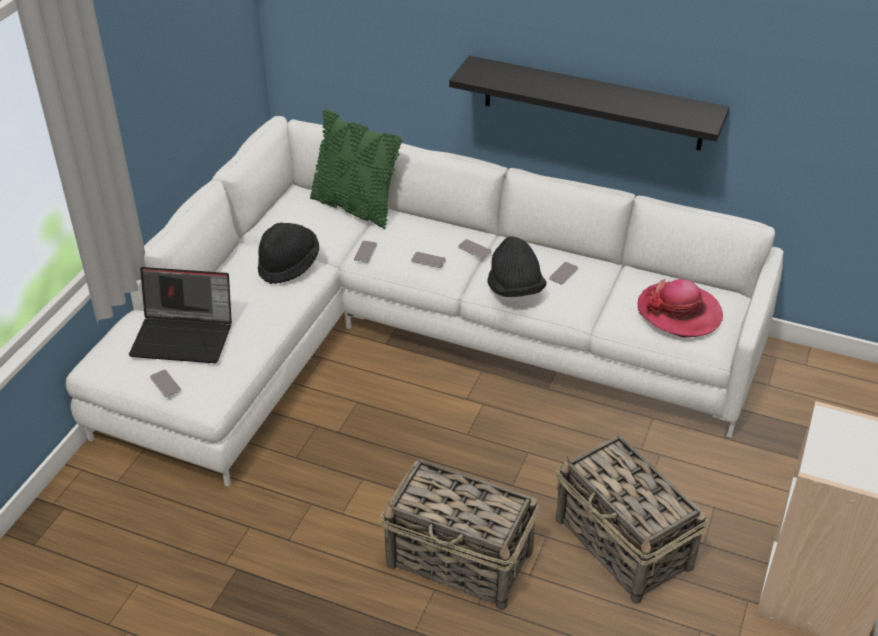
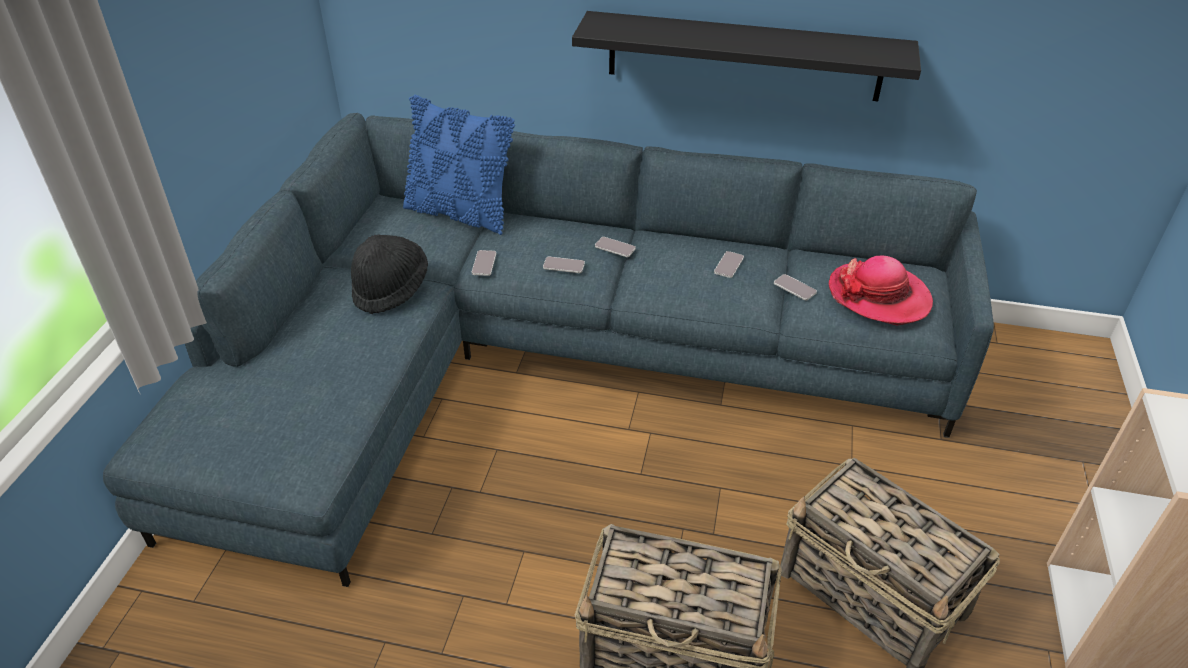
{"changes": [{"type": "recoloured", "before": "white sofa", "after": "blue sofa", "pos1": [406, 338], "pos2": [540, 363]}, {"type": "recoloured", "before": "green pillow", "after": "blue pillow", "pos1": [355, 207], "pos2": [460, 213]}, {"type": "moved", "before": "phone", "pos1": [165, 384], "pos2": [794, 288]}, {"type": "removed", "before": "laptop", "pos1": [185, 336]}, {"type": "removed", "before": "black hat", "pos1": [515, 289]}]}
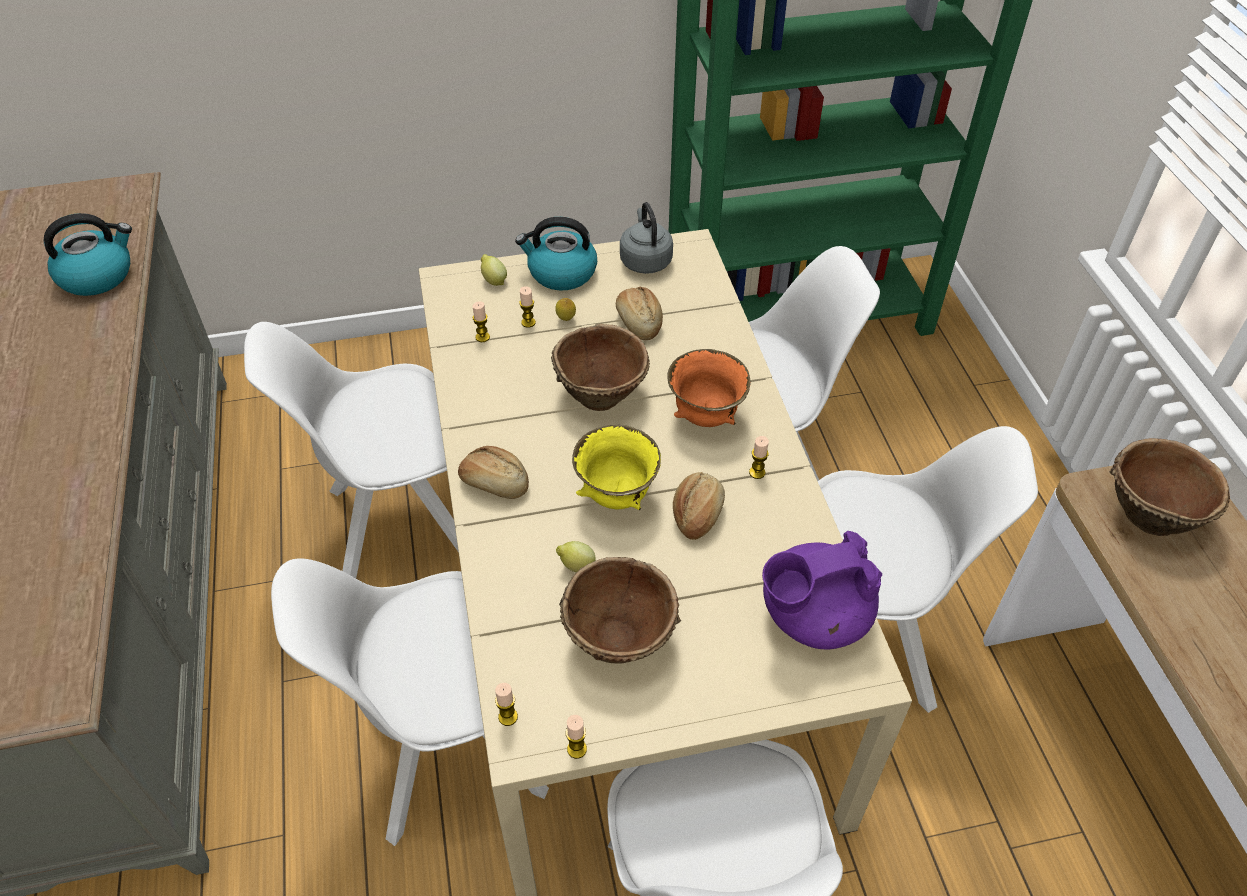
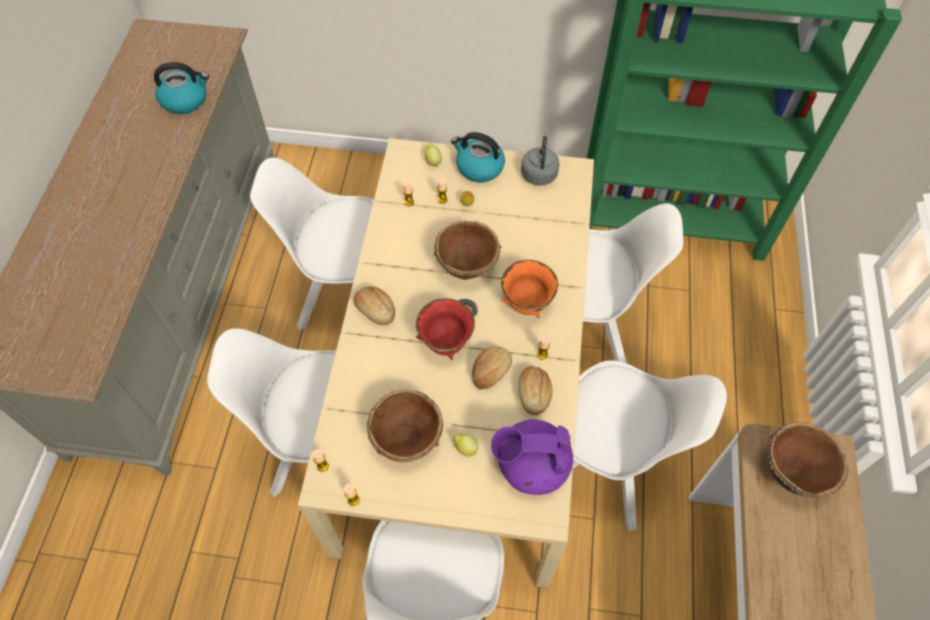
{"changes": [{"type": "recoloured", "before": "yellow bowl", "after": "red bowl", "pos1": [616, 496], "pos2": [445, 343]}, {"type": "moved", "before": "lemon", "pos1": [576, 566], "pos2": [465, 448]}, {"type": "moved", "before": "bread", "pos1": [639, 322], "pos2": [534, 393]}]}
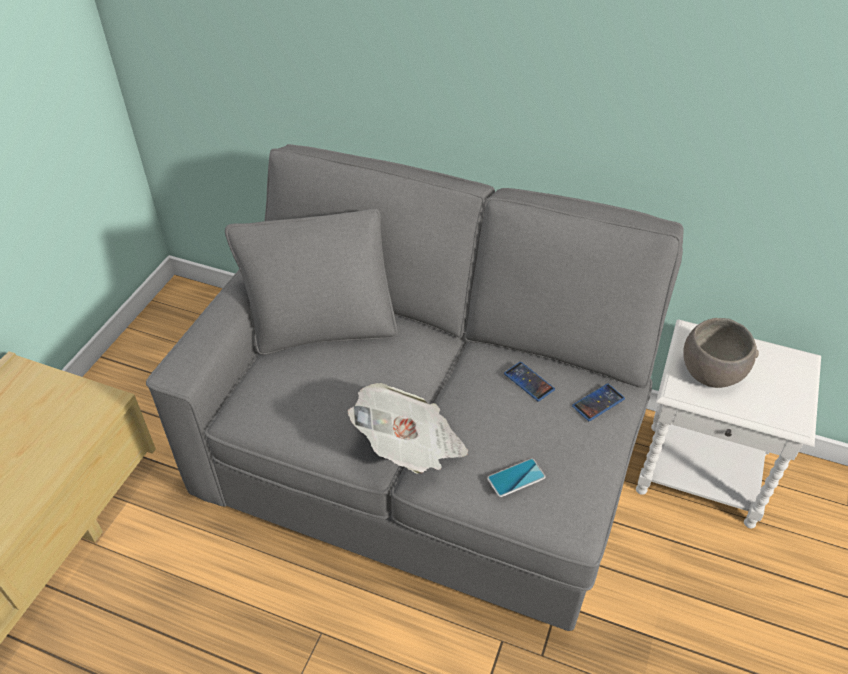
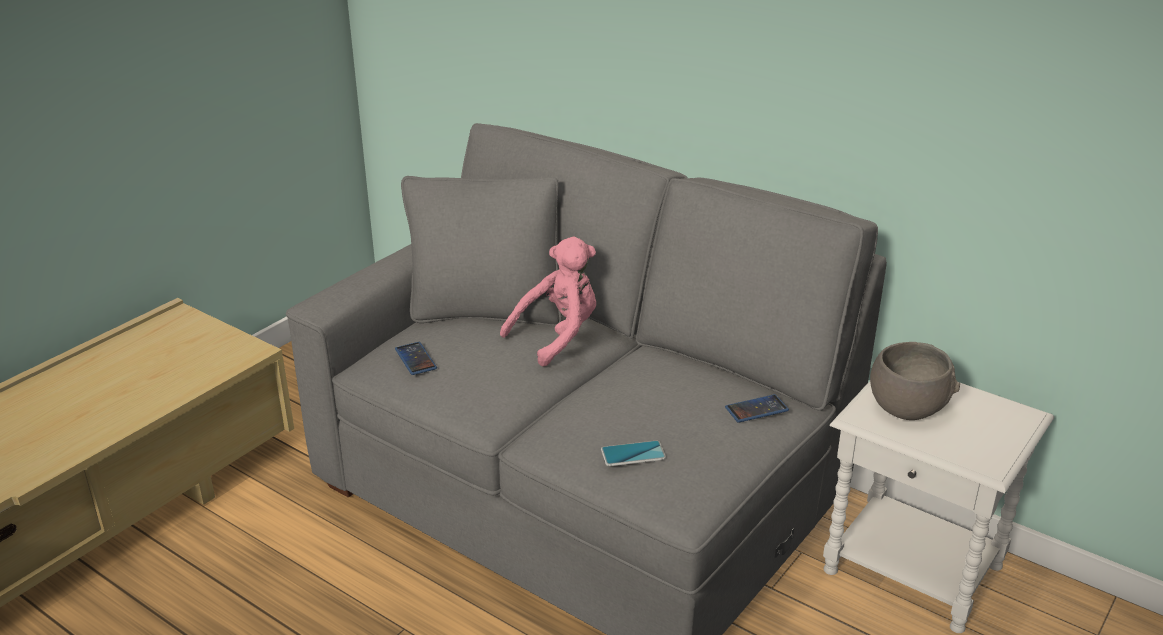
{"changes": [{"type": "moved", "before": "phone", "pos1": [529, 382], "pos2": [415, 359]}, {"type": "added", "after": "pink plush toy", "pos2": [558, 336]}, {"type": "removed", "before": "newspaper", "pos1": [410, 447]}]}
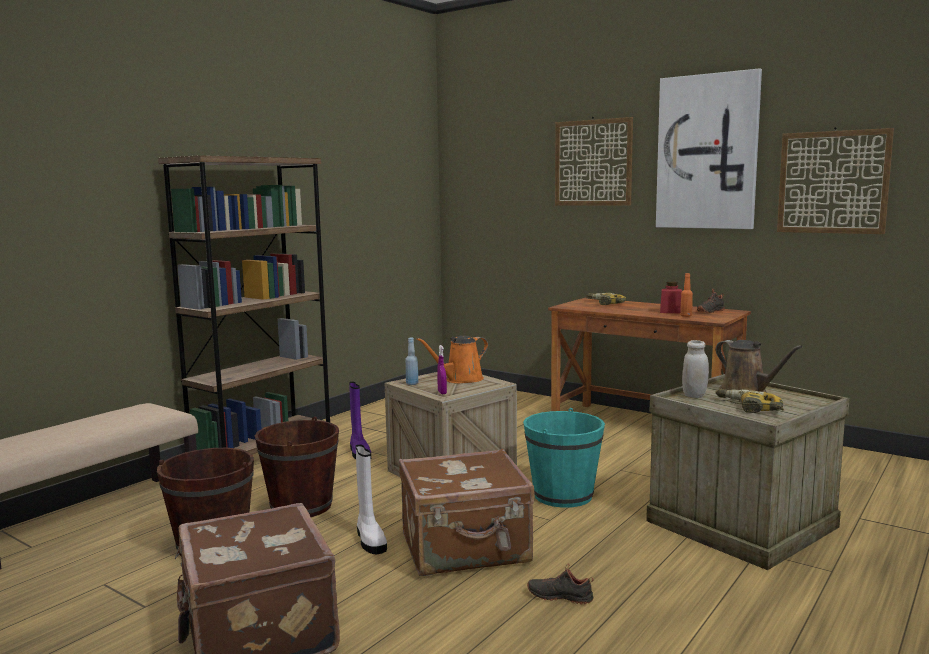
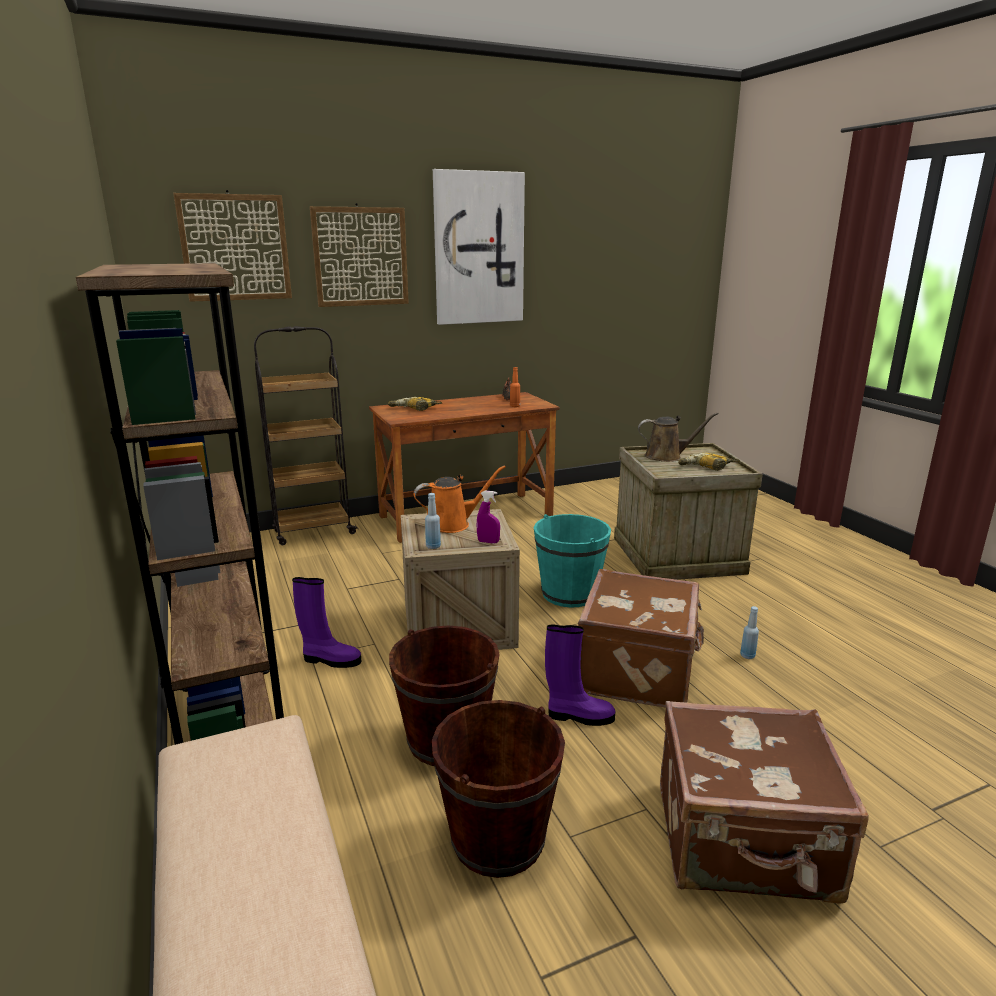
{"changes": [{"type": "moved", "before": "picture", "pos1": [833, 180], "pos2": [235, 246]}, {"type": "added", "after": "brown cart", "pos2": [313, 533]}, {"type": "turned", "before": "orange watering can", "pos1": [460, 379], "pos2": [452, 524], "turn": -105}, {"type": "recoloured", "before": "white boot", "after": "purple boot", "pos1": [370, 540], "pos2": [578, 716]}, {"type": "replaced", "before": "black shoe", "after": "blue bottle", "pos1": [560, 596], "pos2": [747, 656]}, {"type": "removed", "before": "red jar", "pos1": [671, 311]}, {"type": "removed", "before": "white jar", "pos1": [694, 395]}]}
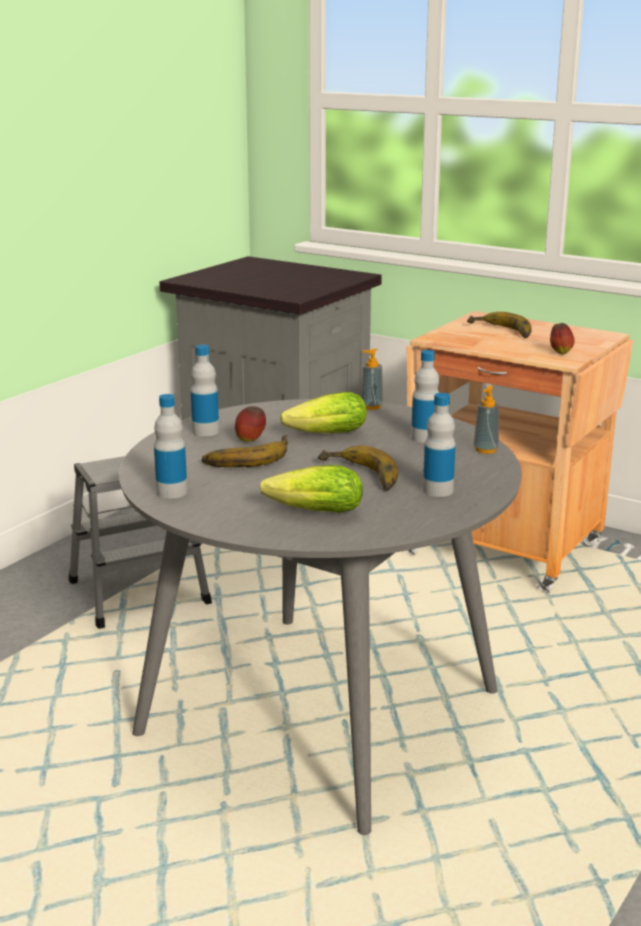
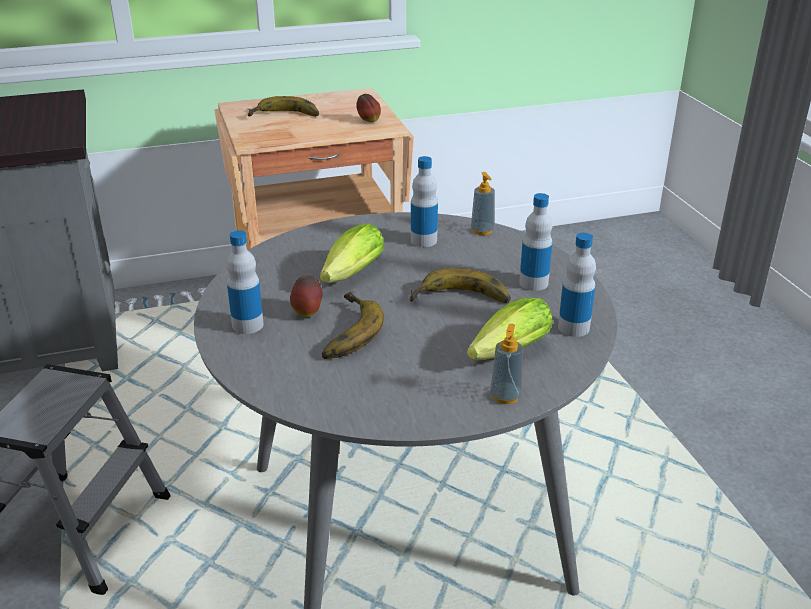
{"changes": [{"type": "moved", "before": "soap dispenser", "pos1": [371, 406], "pos2": [505, 396]}, {"type": "moved", "before": "bottle", "pos1": [172, 492], "pos2": [573, 328]}]}
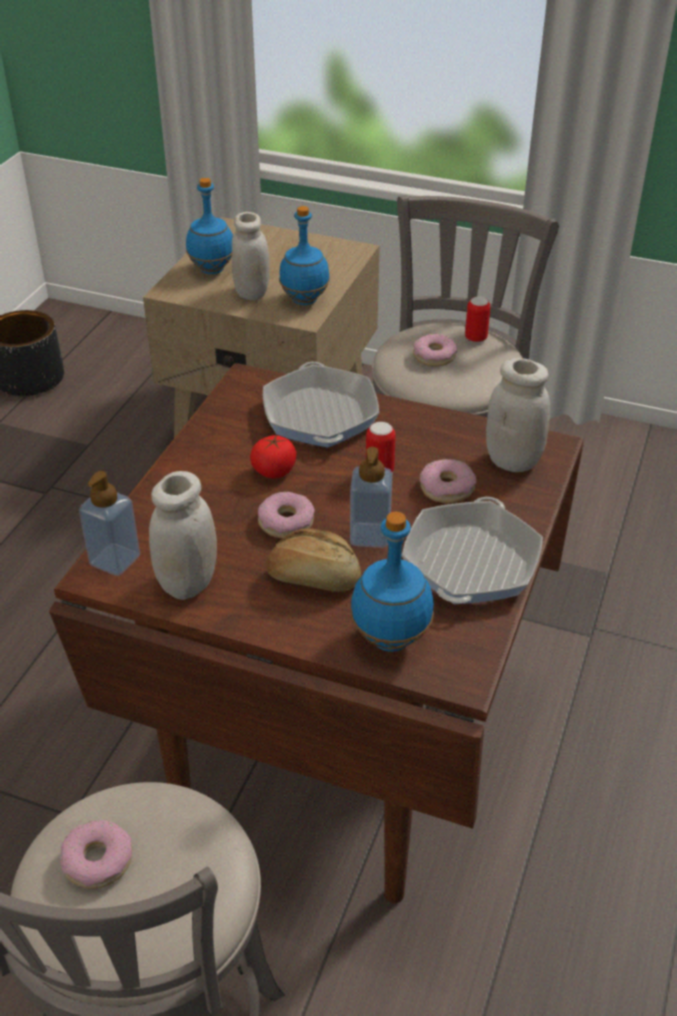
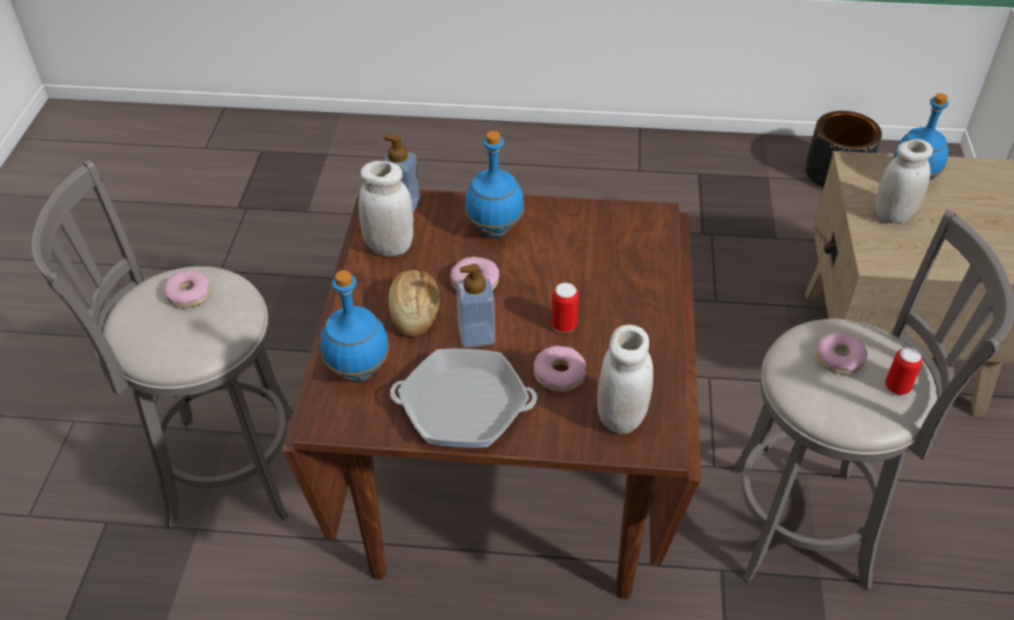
{"changes": [{"type": "moved", "before": "blue bottle", "pos1": [304, 300], "pos2": [494, 229]}, {"type": "removed", "before": "tomato", "pos1": [274, 471]}, {"type": "removed", "before": "frying pan", "pos1": [320, 415]}]}
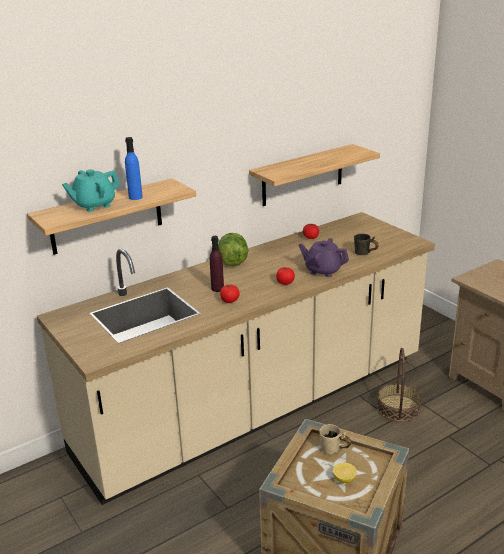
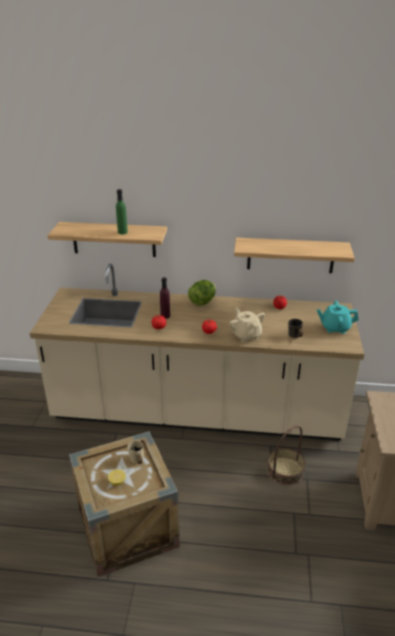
{"changes": [{"type": "recoloured", "before": "blue bottle", "after": "green bottle", "pos1": [135, 197], "pos2": [122, 232]}, {"type": "recoloured", "before": "purple teapot", "after": "beige teapot", "pos1": [323, 270], "pos2": [246, 335]}, {"type": "moved", "before": "turquoise teapot", "pos1": [94, 205], "pos2": [335, 328]}]}
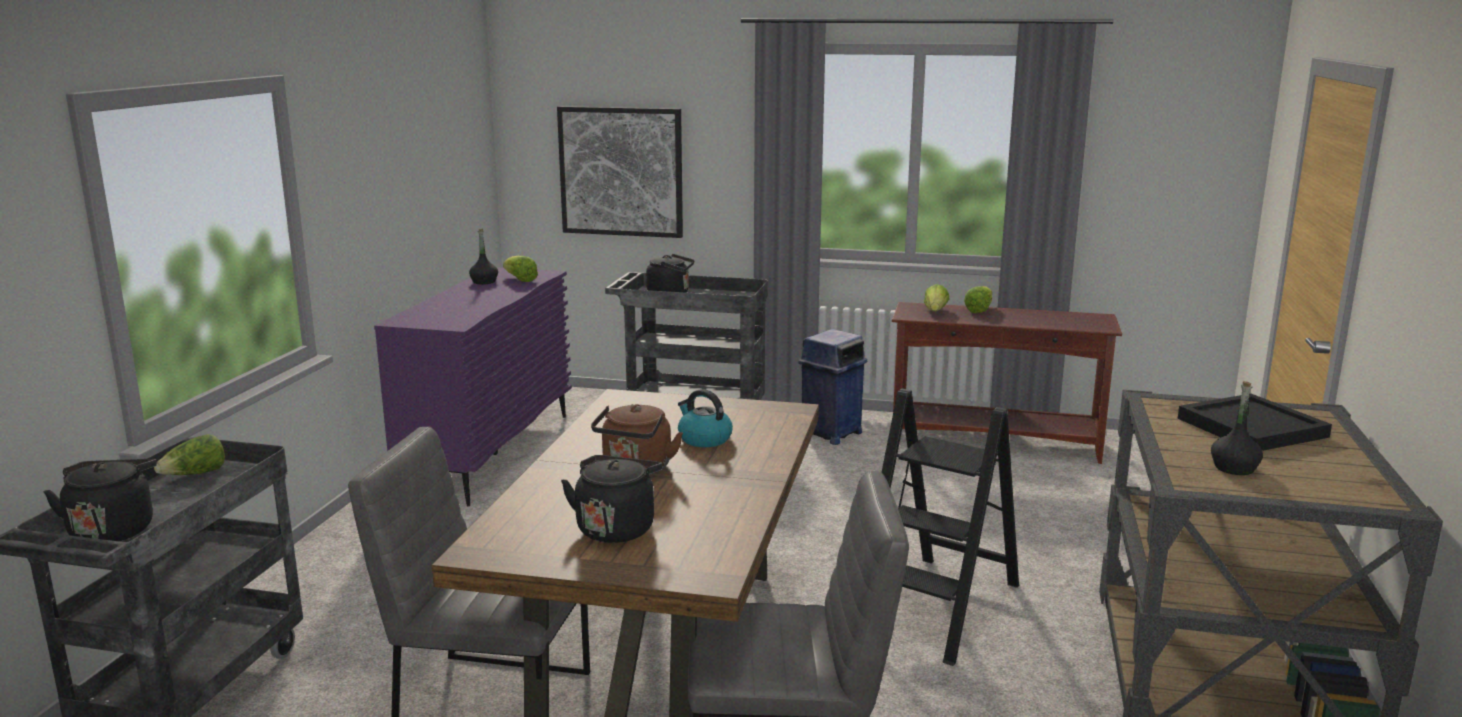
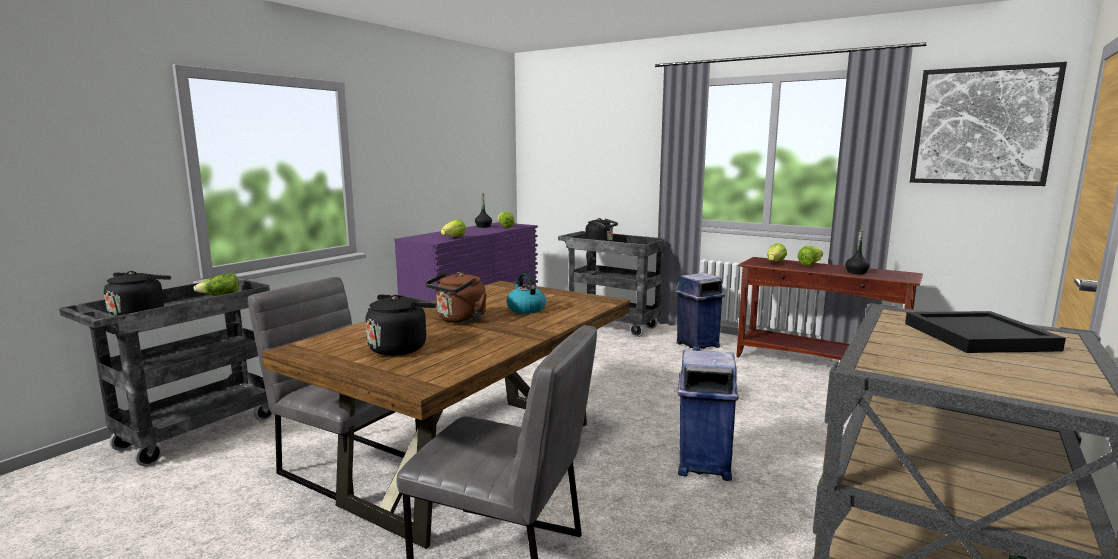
{"changes": [{"type": "added", "after": "lettuce", "pos2": [453, 238]}, {"type": "replaced", "before": "black step ladder", "after": "blue trash can", "pos1": [939, 606], "pos2": [703, 465]}, {"type": "moved", "before": "black bottle", "pos1": [1234, 468], "pos2": [856, 272]}, {"type": "moved", "before": "picture", "pos1": [621, 171], "pos2": [982, 126]}]}
